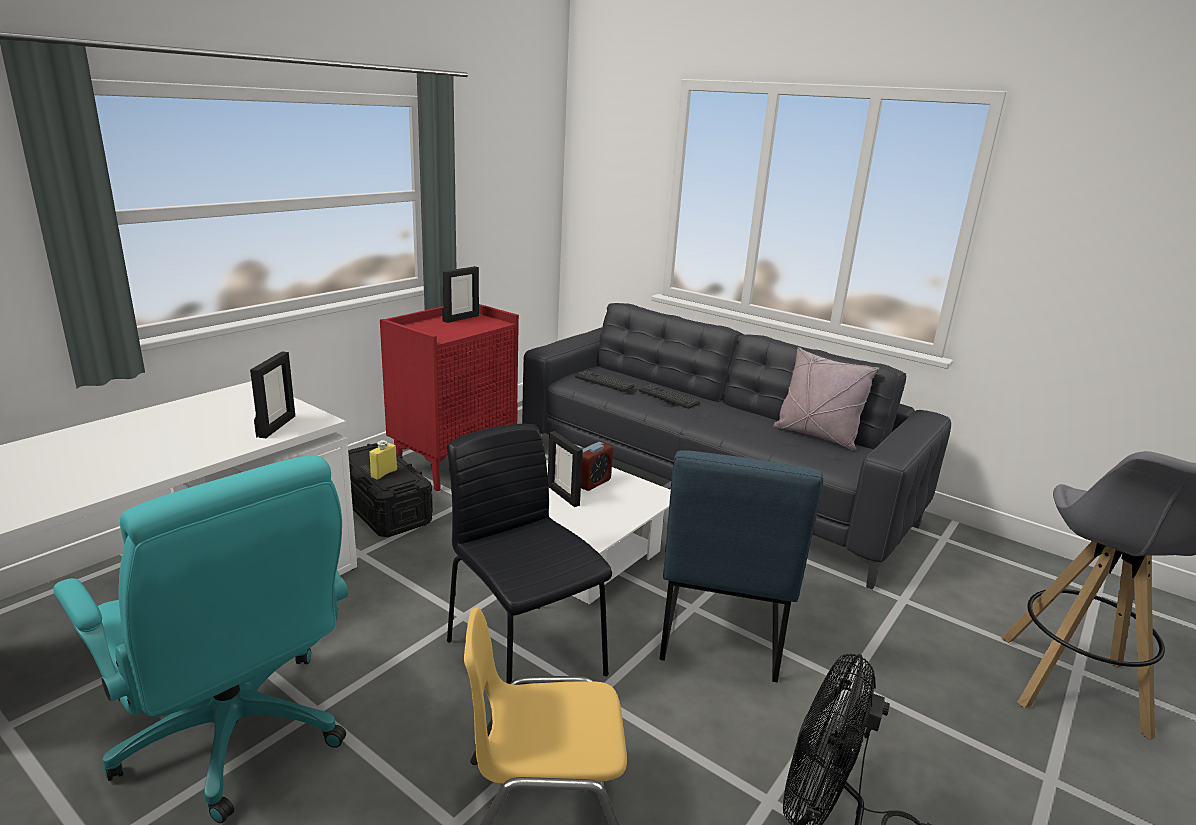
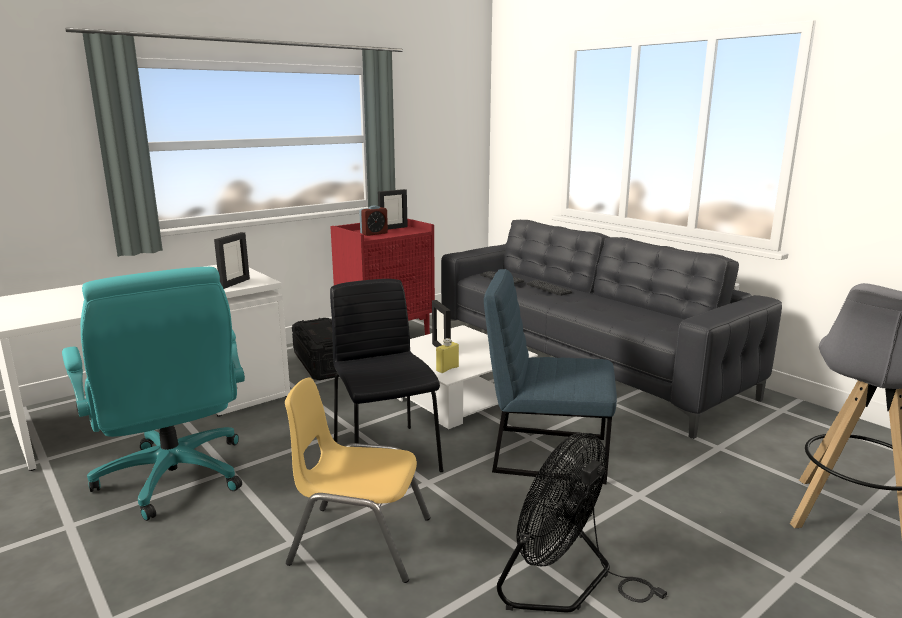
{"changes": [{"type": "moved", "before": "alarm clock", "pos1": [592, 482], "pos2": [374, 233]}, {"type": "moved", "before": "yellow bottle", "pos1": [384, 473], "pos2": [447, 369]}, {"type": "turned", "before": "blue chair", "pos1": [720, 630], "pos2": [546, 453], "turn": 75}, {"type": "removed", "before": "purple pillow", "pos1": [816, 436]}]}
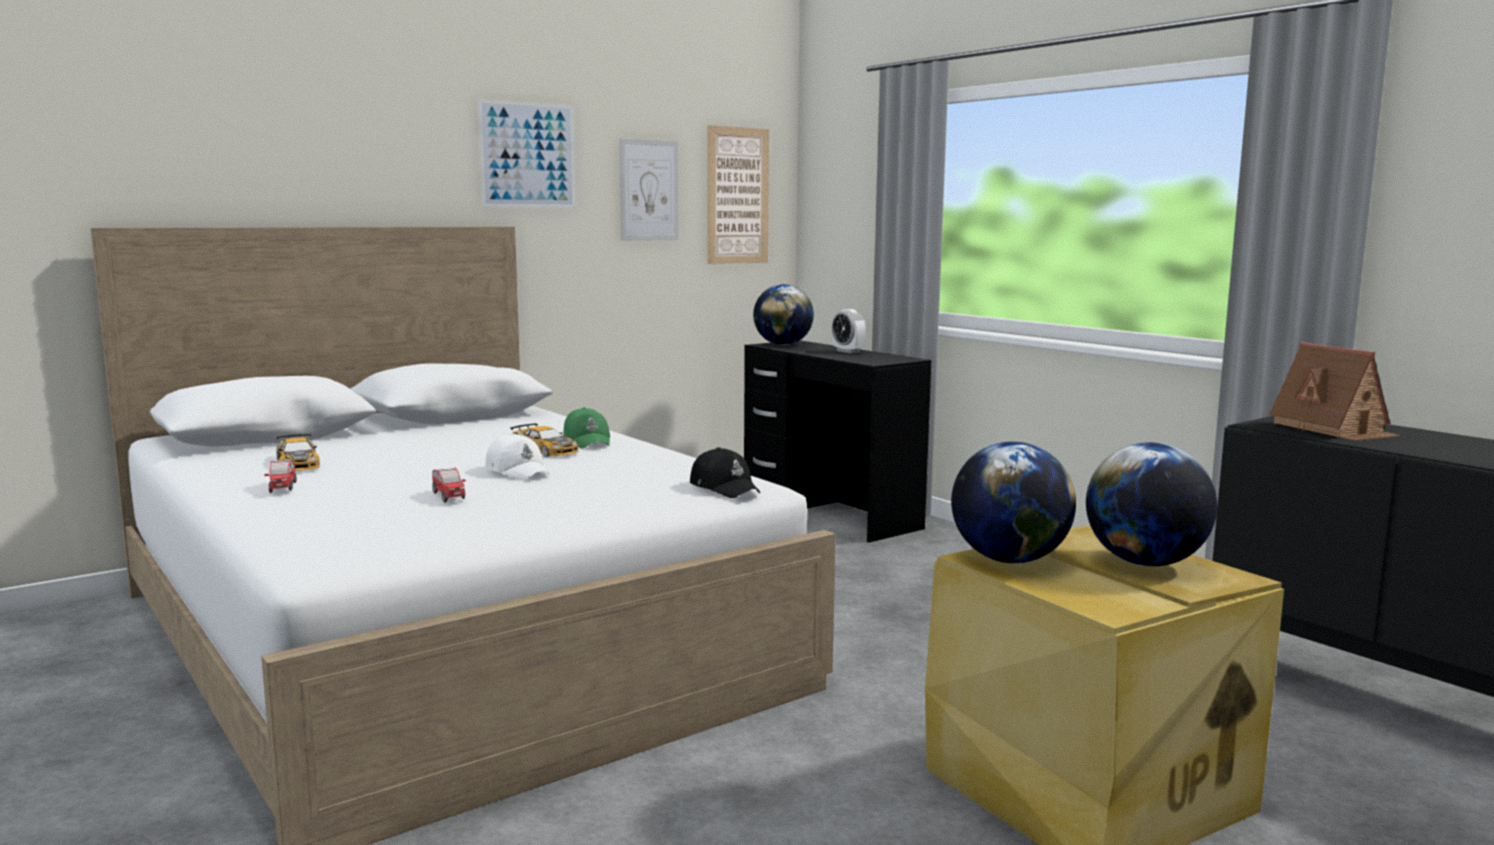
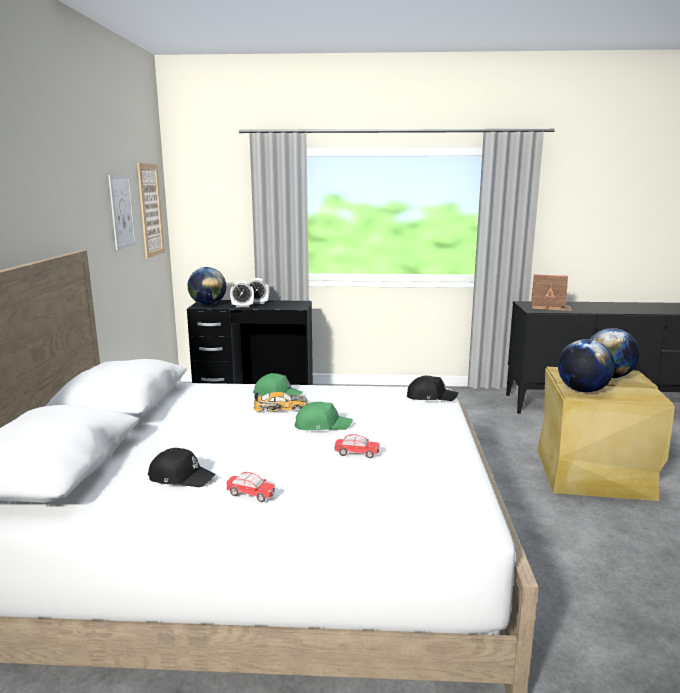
{"changes": [{"type": "replaced", "before": "toy car", "after": "black cap", "pos1": [298, 463], "pos2": [181, 477]}, {"type": "added", "after": "alarm clock", "pos2": [242, 306]}, {"type": "recoloured", "before": "white cap", "after": "green cap", "pos1": [518, 471], "pos2": [322, 425]}, {"type": "removed", "before": "picture", "pos1": [527, 155]}]}
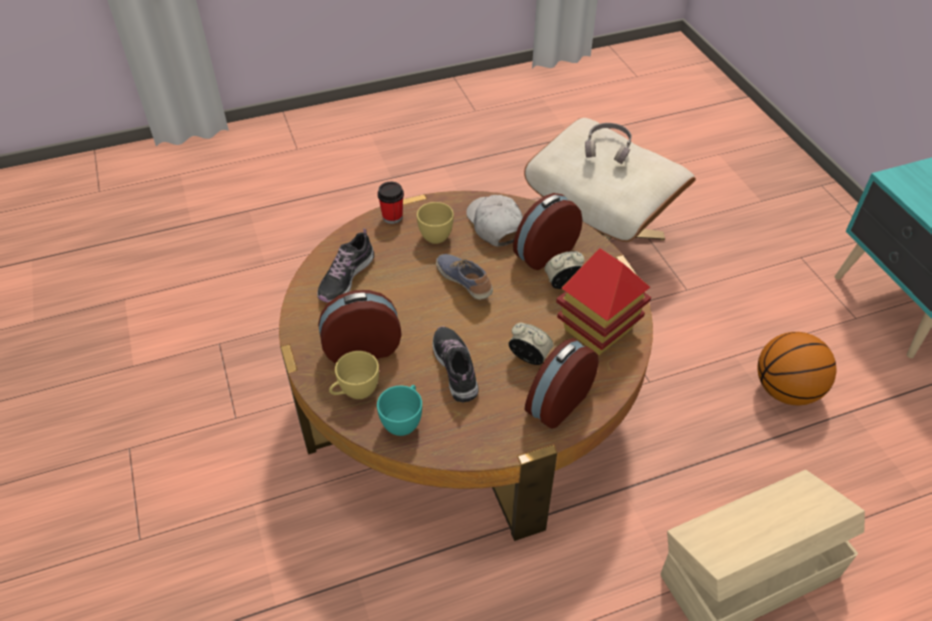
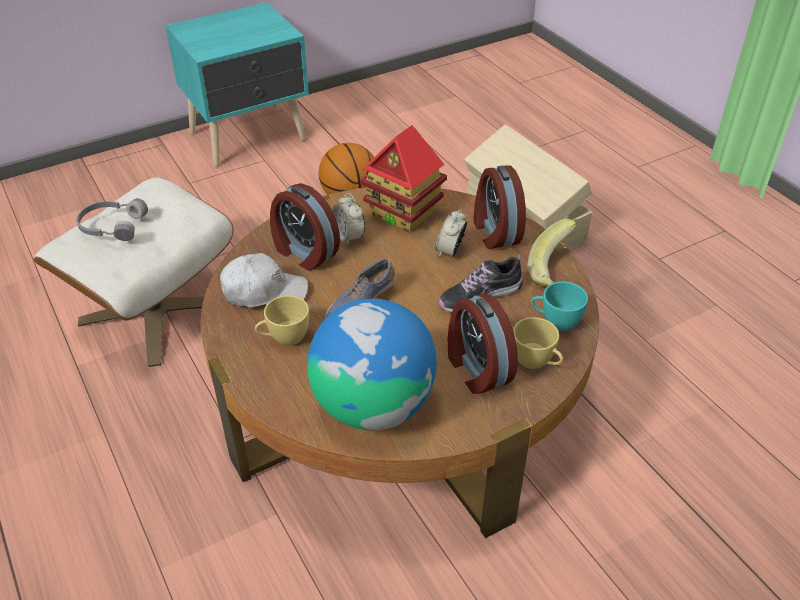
{"changes": [{"type": "turned", "before": "white cap", "pos1": [494, 225], "pos2": [264, 292], "turn": -150}, {"type": "replaced", "before": "shoe", "after": "globe", "pos1": [346, 277], "pos2": [373, 405]}, {"type": "turned", "before": "alarm clock", "pos1": [556, 402], "pos2": [495, 232], "turn": 45}, {"type": "added", "after": "banana", "pos2": [555, 271]}, {"type": "removed", "before": "cup", "pos1": [392, 217]}]}
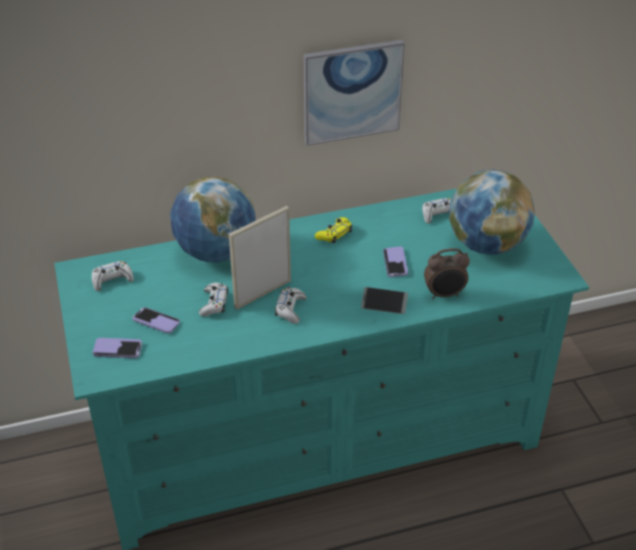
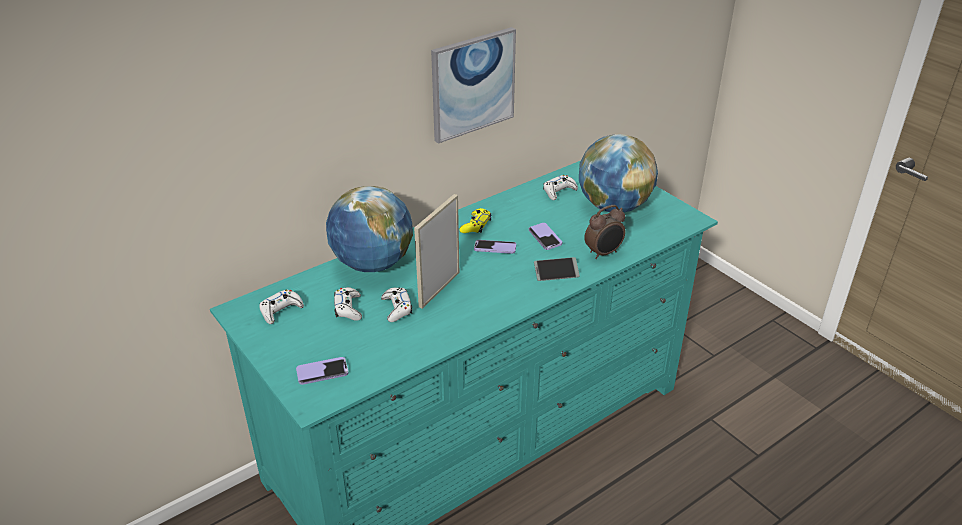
{"changes": [{"type": "moved", "before": "white game controller", "pos1": [290, 309], "pos2": [348, 308]}, {"type": "moved", "before": "phone", "pos1": [156, 321], "pos2": [495, 248]}]}
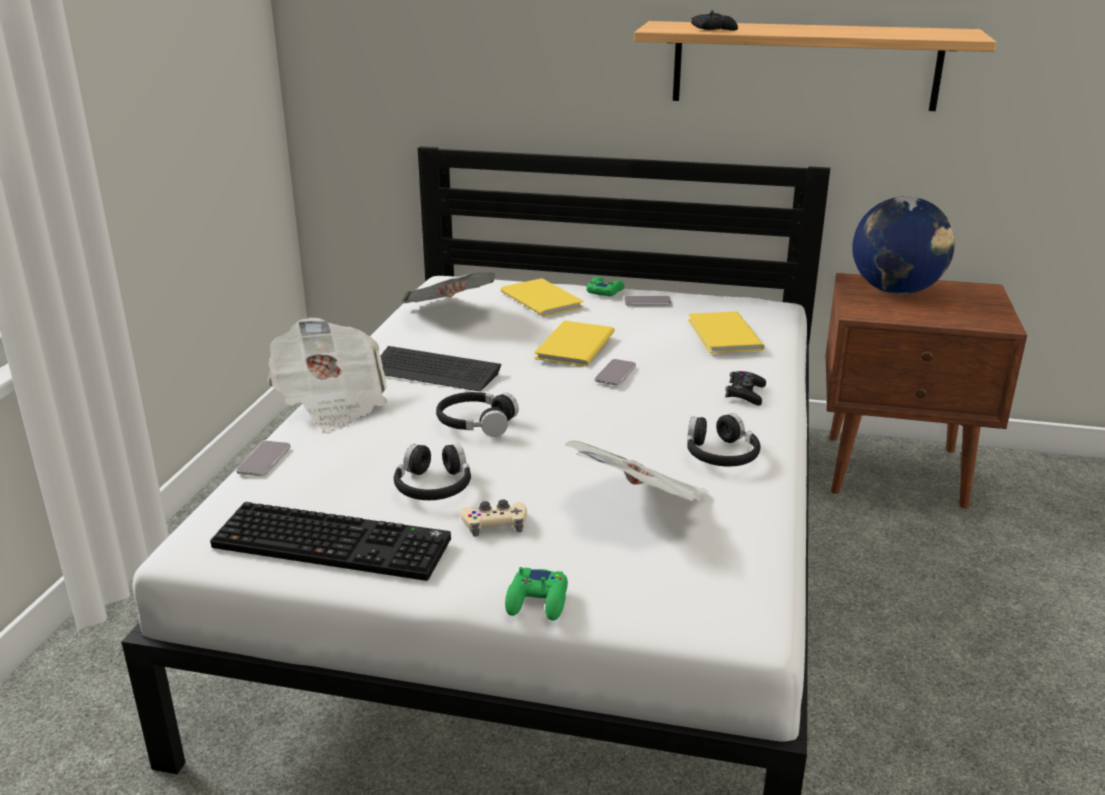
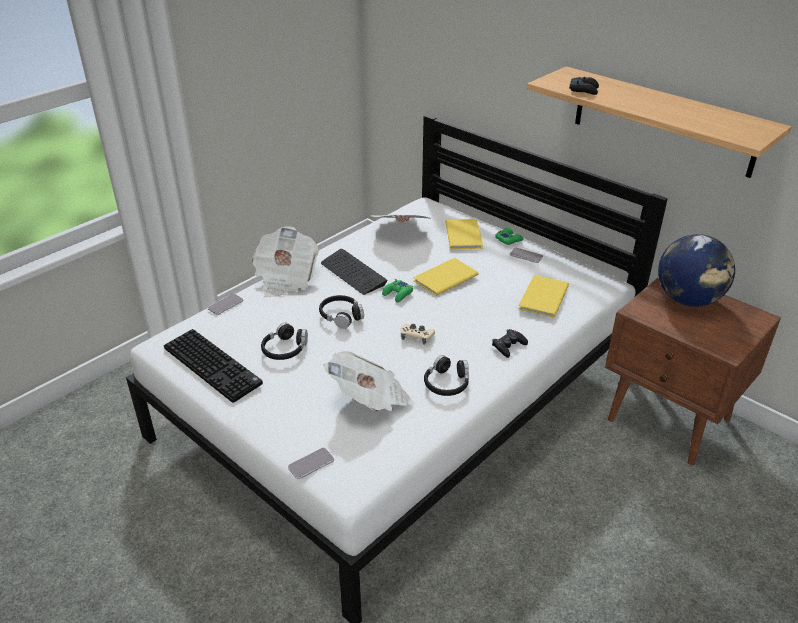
{"changes": [{"type": "moved", "before": "phone", "pos1": [615, 373], "pos2": [311, 464]}, {"type": "moved", "before": "green game controller", "pos1": [538, 601], "pos2": [398, 294]}, {"type": "moved", "before": "beige game controller", "pos1": [494, 524], "pos2": [416, 336]}]}
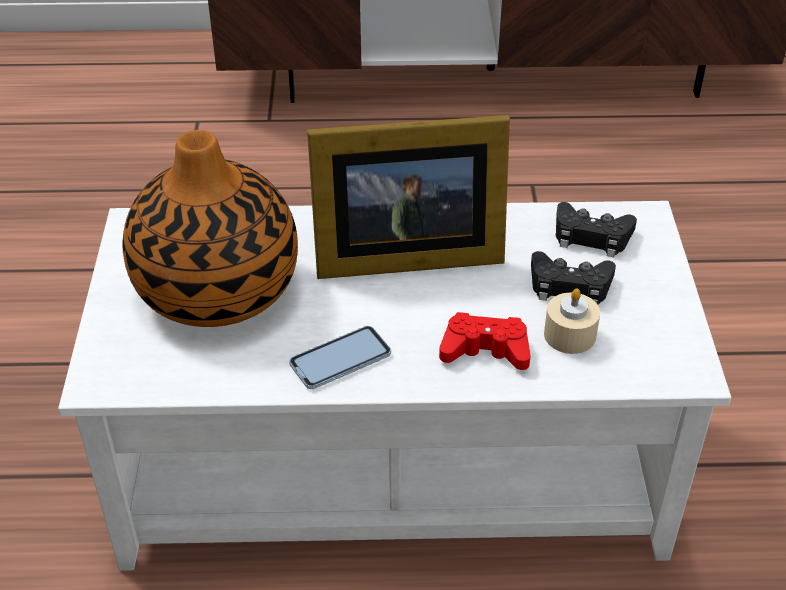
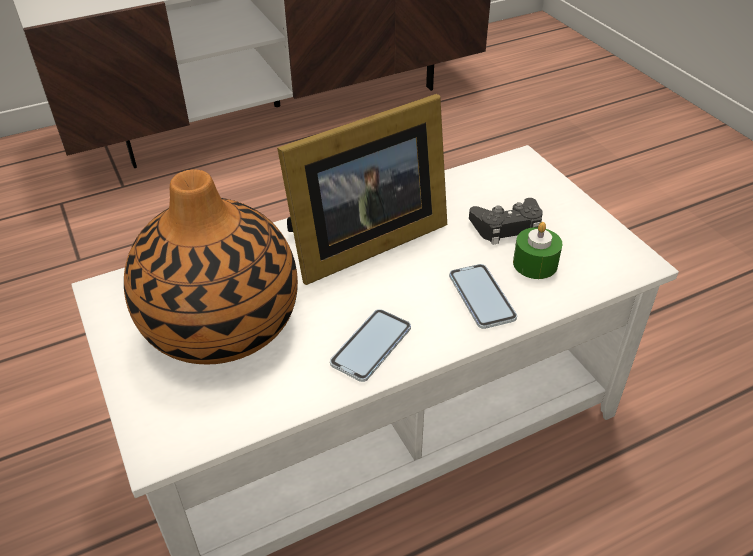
{"changes": [{"type": "replaced", "before": "red game controller", "after": "phone", "pos1": [485, 350], "pos2": [481, 297]}, {"type": "recoloured", "before": "beige candle", "after": "green candle", "pos1": [569, 335], "pos2": [535, 264]}, {"type": "removed", "before": "black game controller", "pos1": [591, 236]}]}
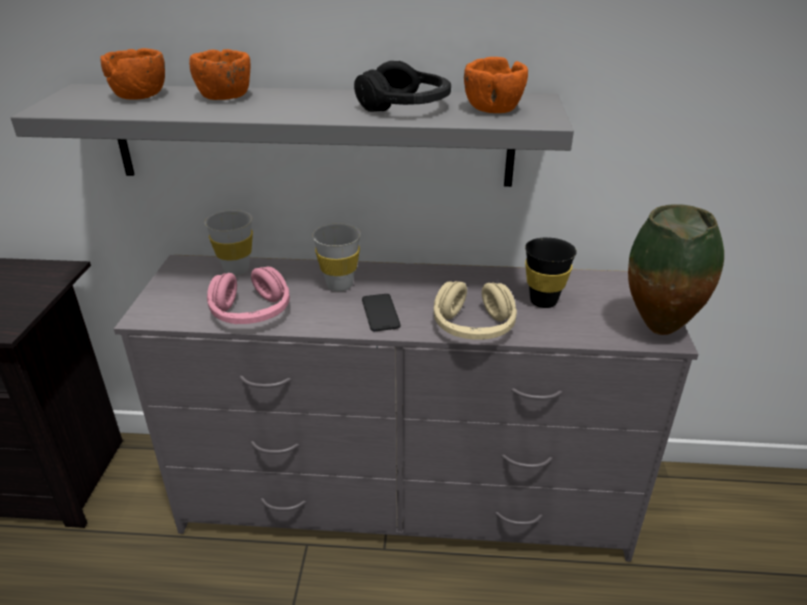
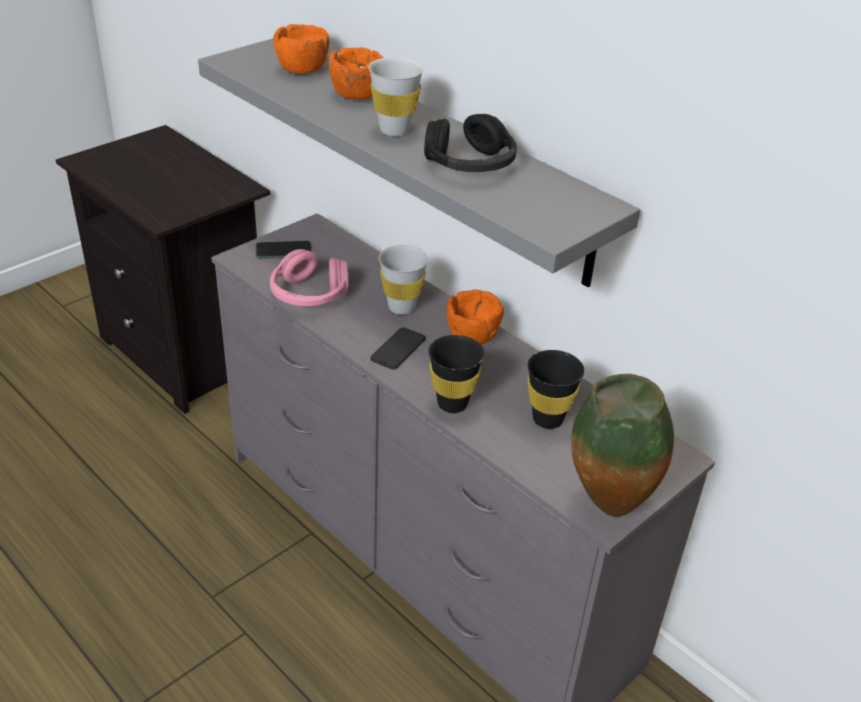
{"changes": [{"type": "added", "after": "phone", "pos2": [283, 250]}, {"type": "moved", "before": "white cup", "pos1": [236, 269], "pos2": [394, 130]}, {"type": "replaced", "before": "beige headphones", "after": "black cup", "pos1": [473, 326], "pos2": [452, 403]}, {"type": "moved", "before": "orange bowl", "pos1": [493, 109], "pos2": [472, 336]}]}
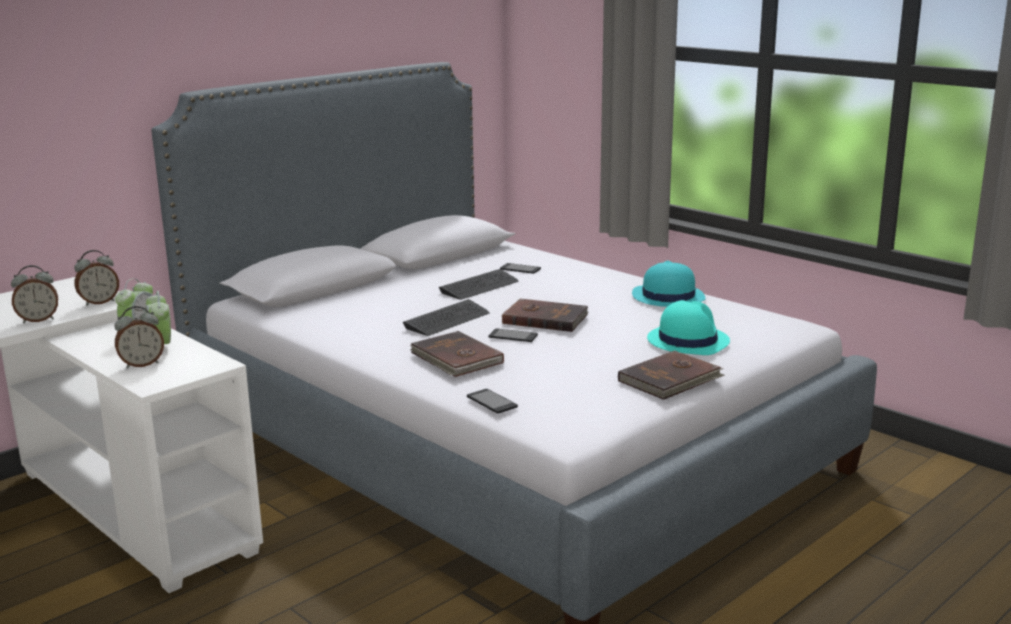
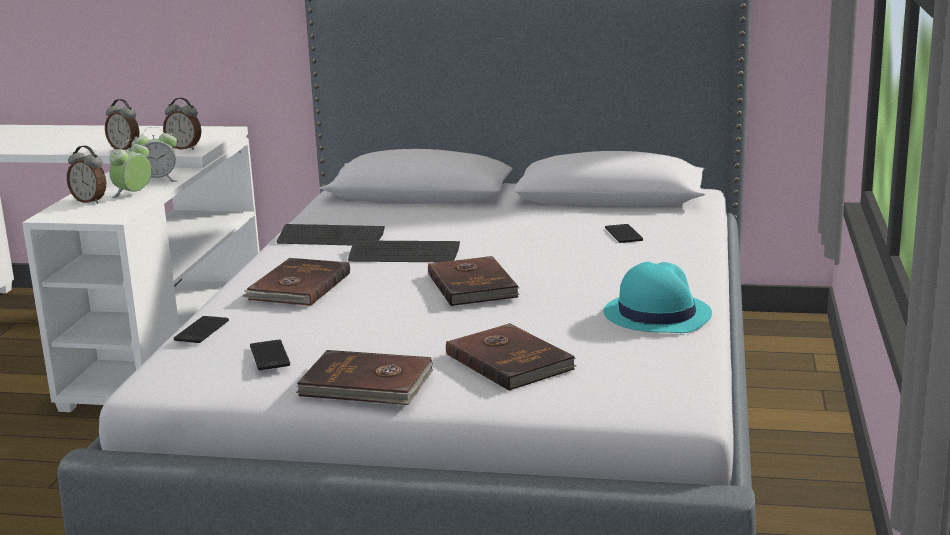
{"changes": [{"type": "moved", "before": "phone", "pos1": [513, 336], "pos2": [269, 356]}, {"type": "moved", "before": "keyboard", "pos1": [479, 286], "pos2": [330, 238]}, {"type": "replaced", "before": "turquoise hat", "after": "brown book", "pos1": [687, 340], "pos2": [510, 361]}]}
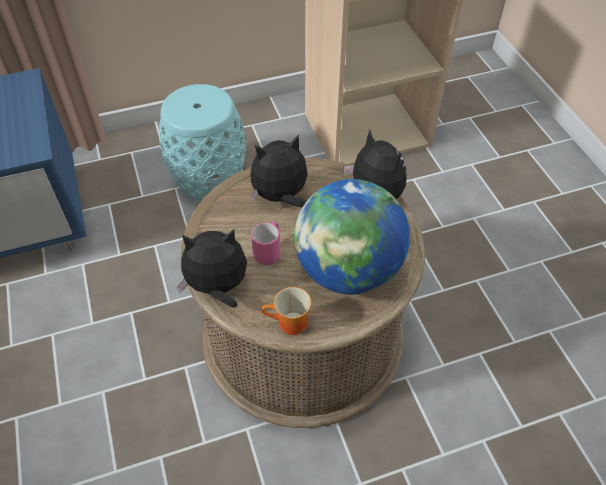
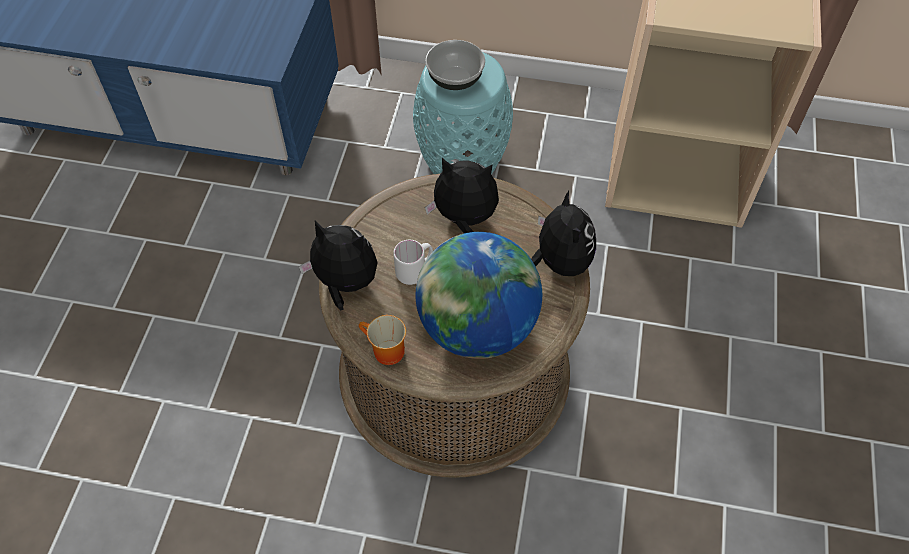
{"changes": [{"type": "recoloured", "before": "pink mug", "after": "white mug", "pos1": [269, 251], "pos2": [415, 270]}, {"type": "added", "after": "bowl", "pos2": [455, 80]}]}
